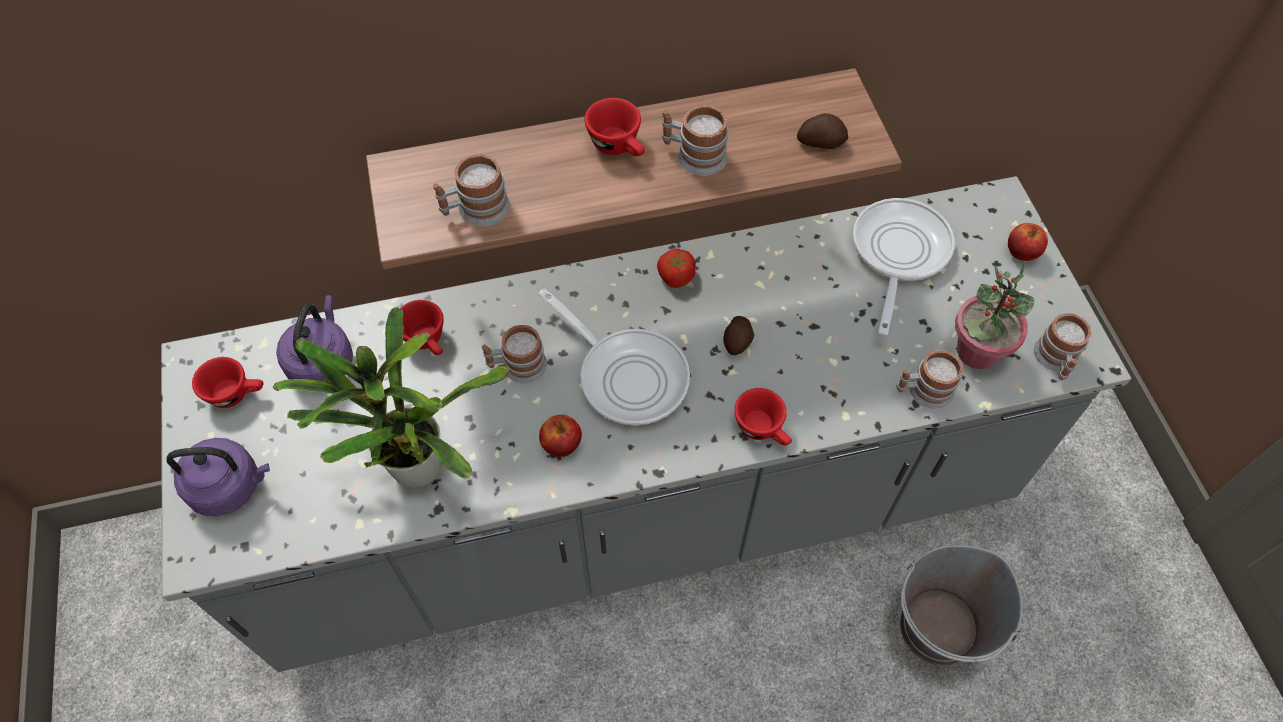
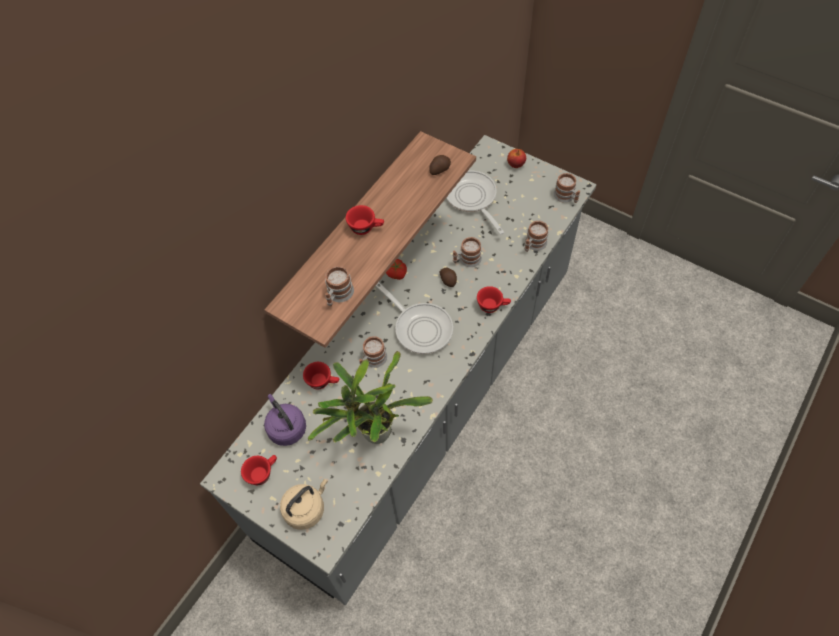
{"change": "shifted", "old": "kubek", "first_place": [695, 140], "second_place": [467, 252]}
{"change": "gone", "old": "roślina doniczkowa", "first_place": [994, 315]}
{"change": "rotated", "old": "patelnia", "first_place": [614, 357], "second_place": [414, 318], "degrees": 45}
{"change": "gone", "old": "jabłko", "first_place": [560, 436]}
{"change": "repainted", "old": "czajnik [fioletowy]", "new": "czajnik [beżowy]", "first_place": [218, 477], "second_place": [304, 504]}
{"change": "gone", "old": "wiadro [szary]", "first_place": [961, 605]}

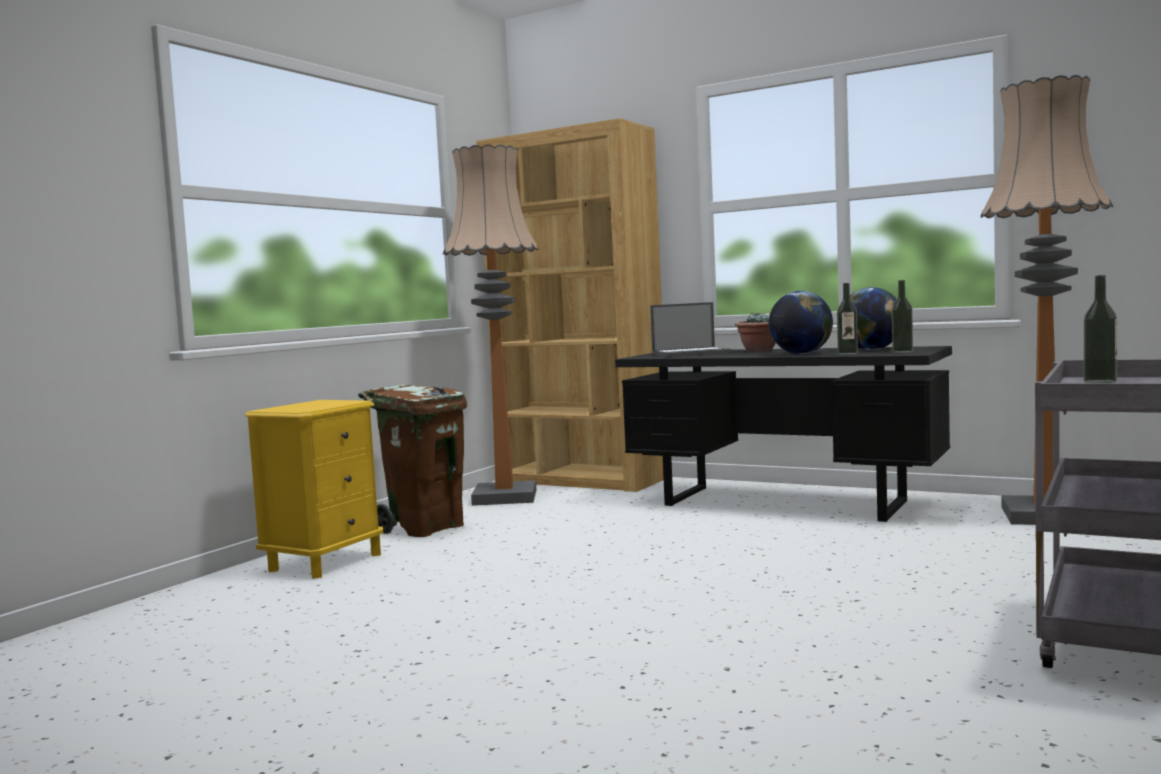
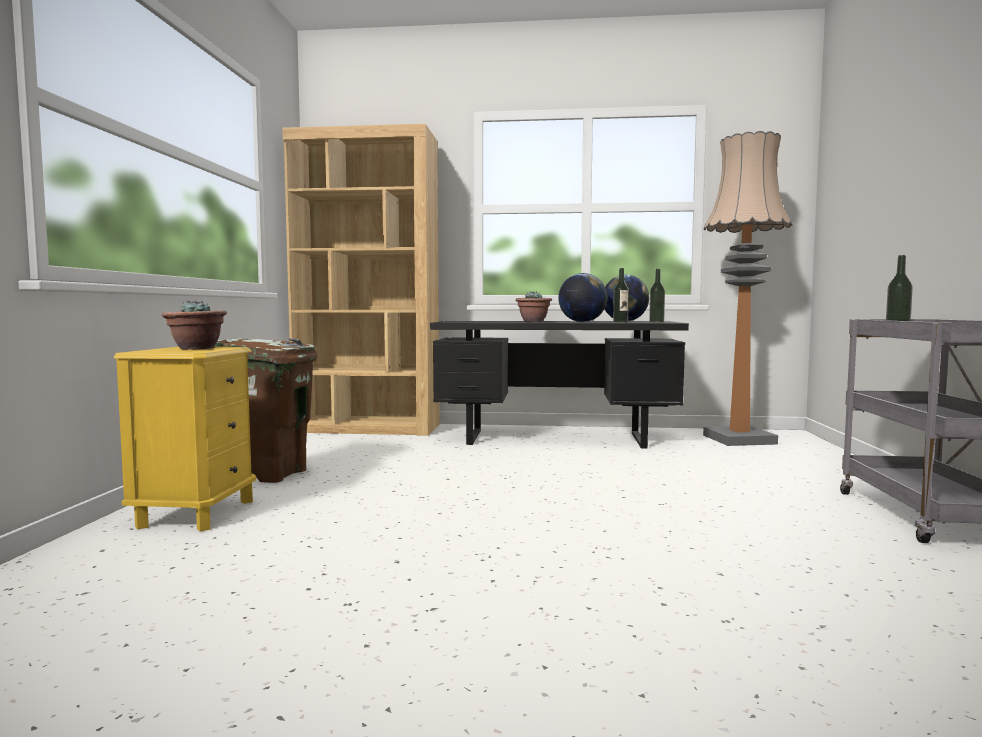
{"change": "gone", "old": "lampa stojąca", "first_place": [490, 325]}
{"change": "gone", "old": "laptop", "first_place": [691, 329]}
{"change": "new", "new": "roślina doniczkowa", "second_place": [194, 325]}

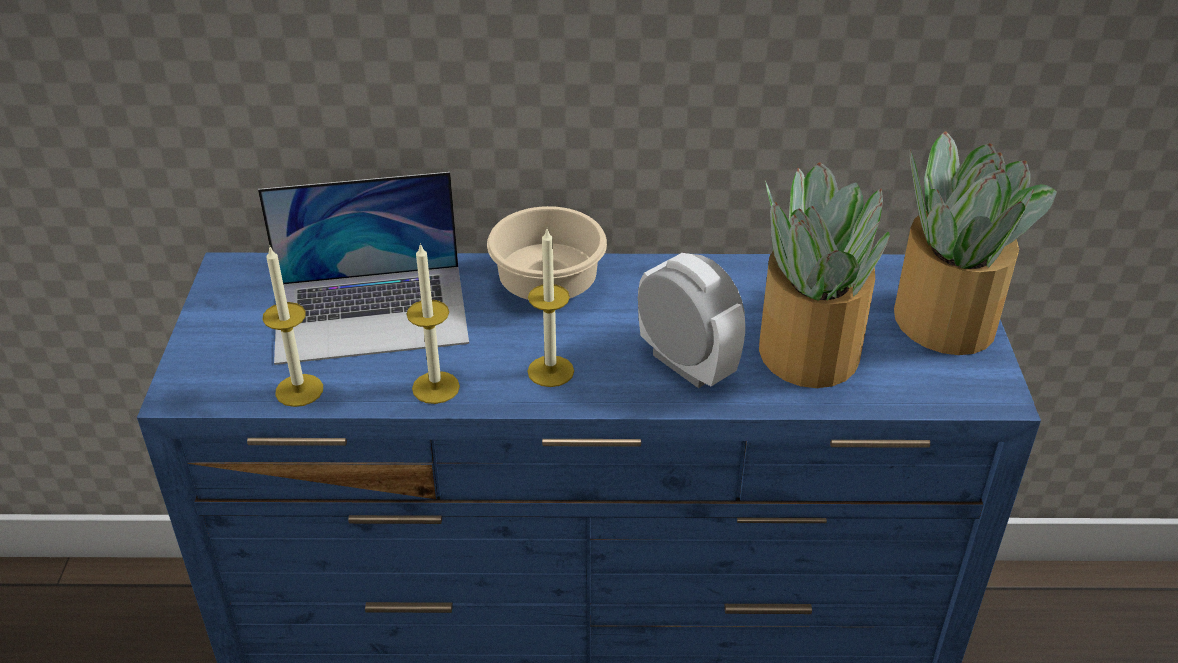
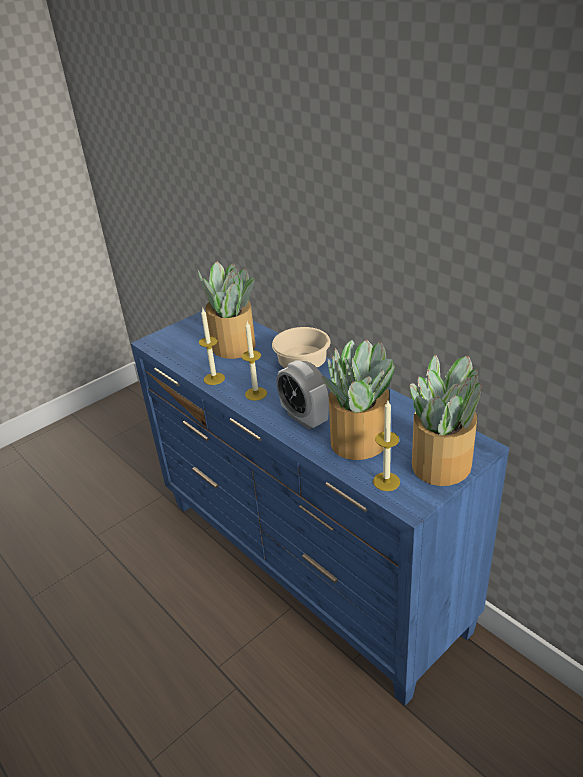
{"change": "swapped", "old": "laptop", "new": "roślina doniczkowa", "first_place": [363, 268], "second_place": [227, 310]}
{"change": "shifted", "old": "świeca", "first_place": [293, 327], "second_place": [386, 446]}
{"change": "rotated", "old": "budzik", "first_place": [691, 320], "second_place": [302, 395], "degrees": 135}

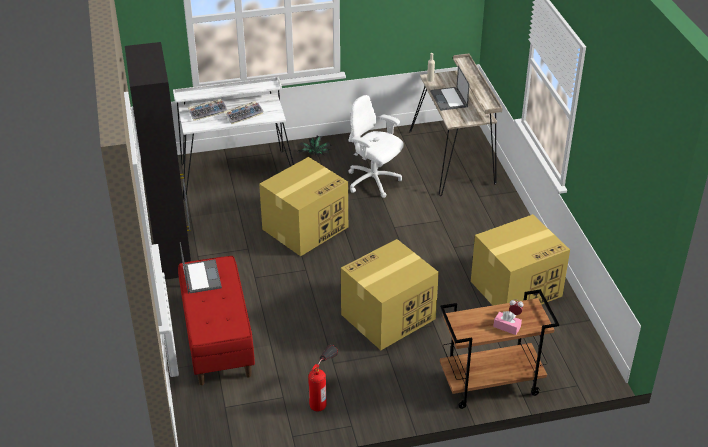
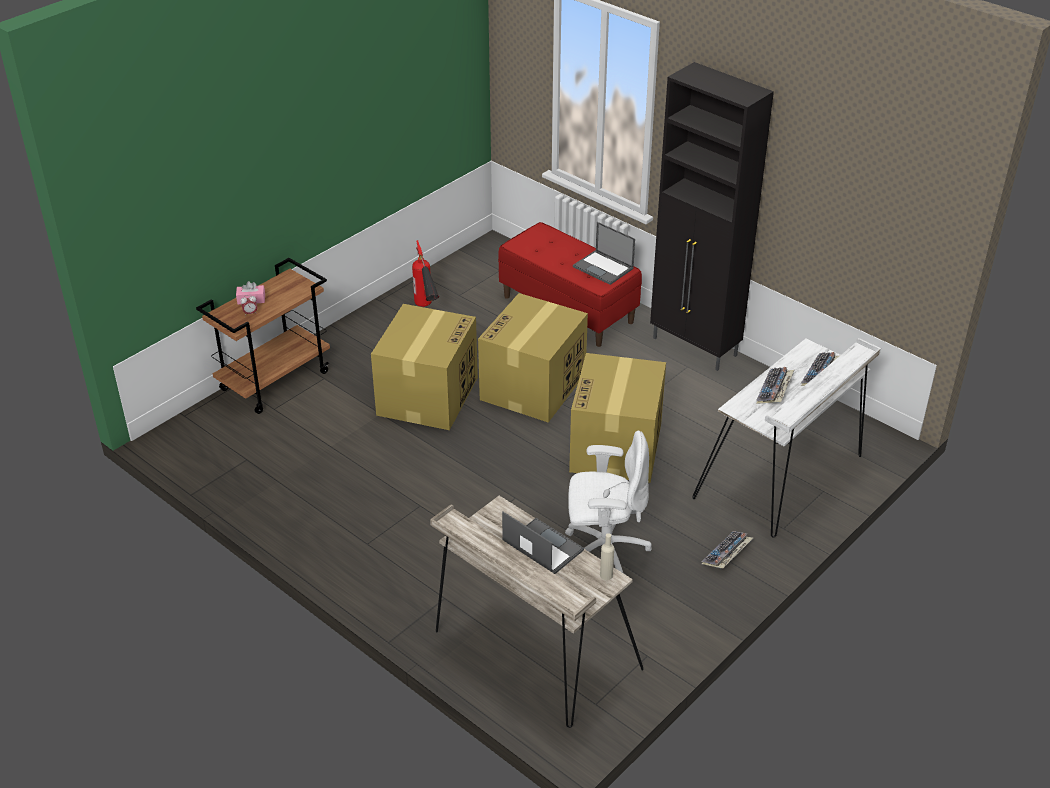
{"change": "swapped", "old": "roślina doniczkowa", "new": "klawiatura", "first_place": [314, 145], "second_place": [727, 550]}
{"change": "shifted", "old": "karton", "first_place": [520, 260], "second_place": [533, 357]}

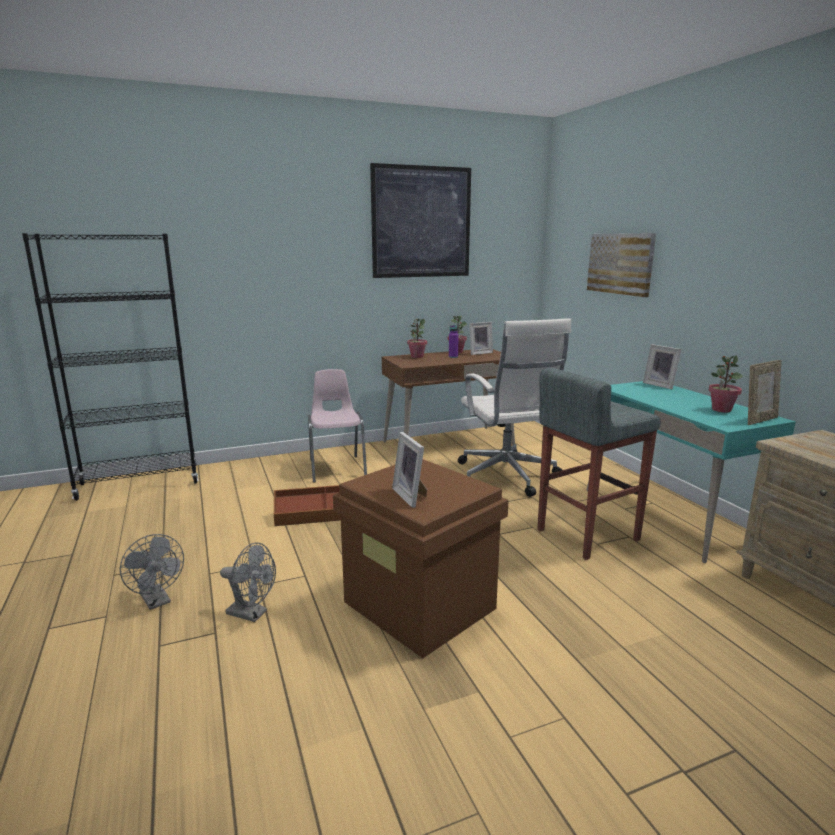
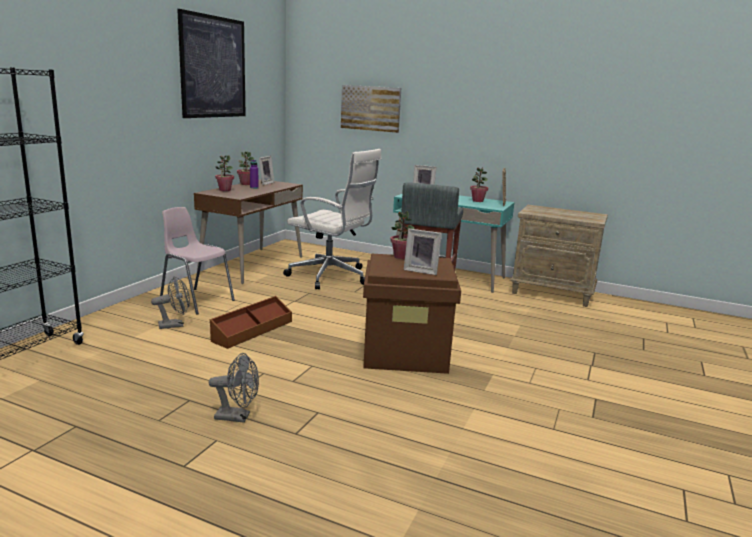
{"change": "shifted", "old": "wentylator [szary]", "first_place": [248, 582], "second_place": [170, 303]}
{"change": "new", "new": "roślina doniczkowa", "second_place": [402, 235]}

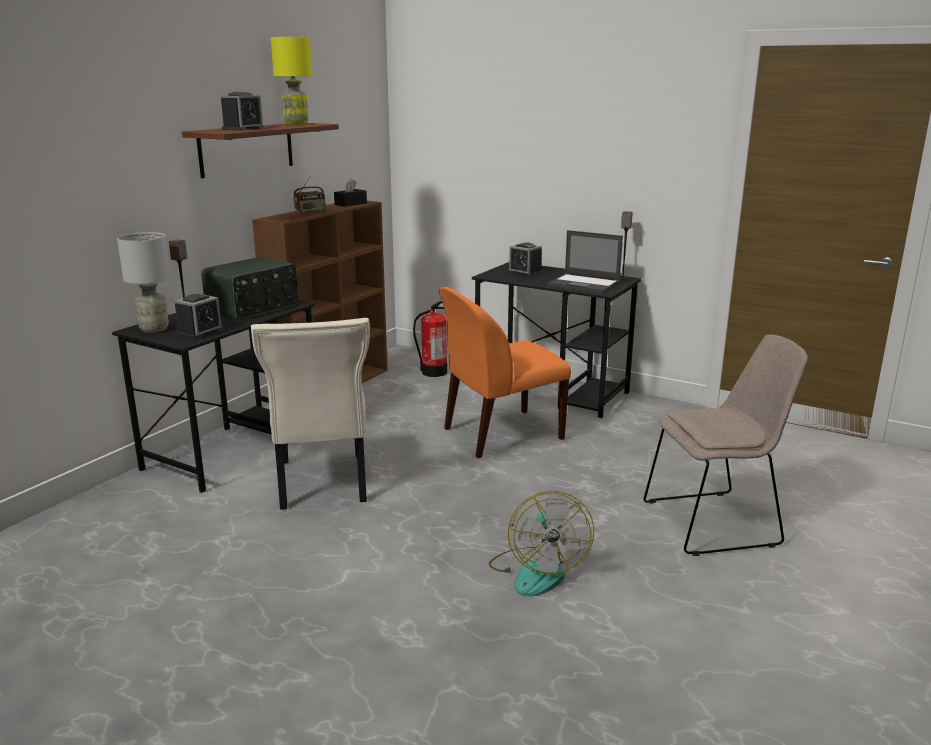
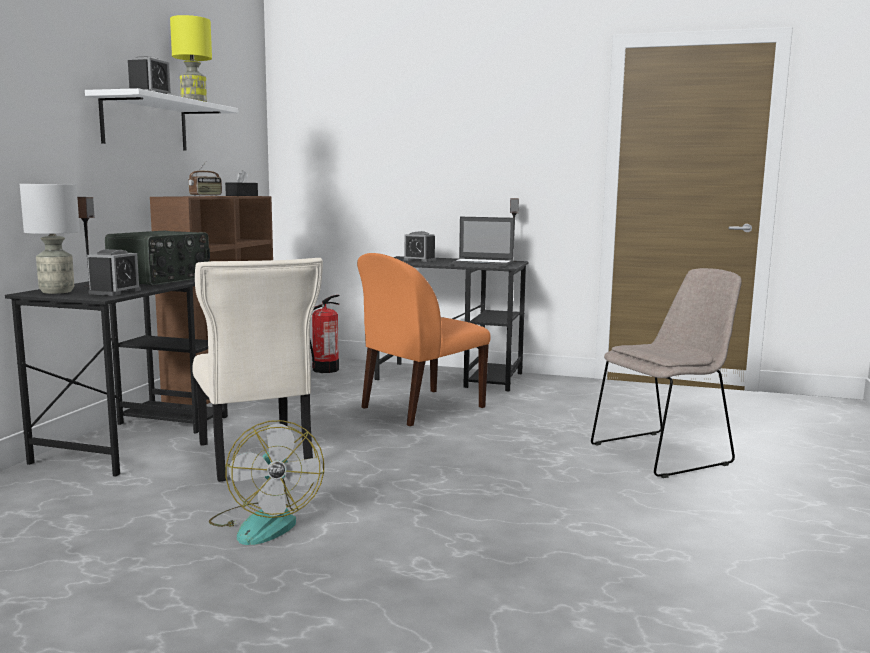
{"change": "repainted", "old": "półka [brązowy]", "new": "półka [biały]", "first_place": [260, 150], "second_place": [161, 119]}
{"change": "shifted", "old": "wentylator", "first_place": [541, 544], "second_place": [266, 482]}

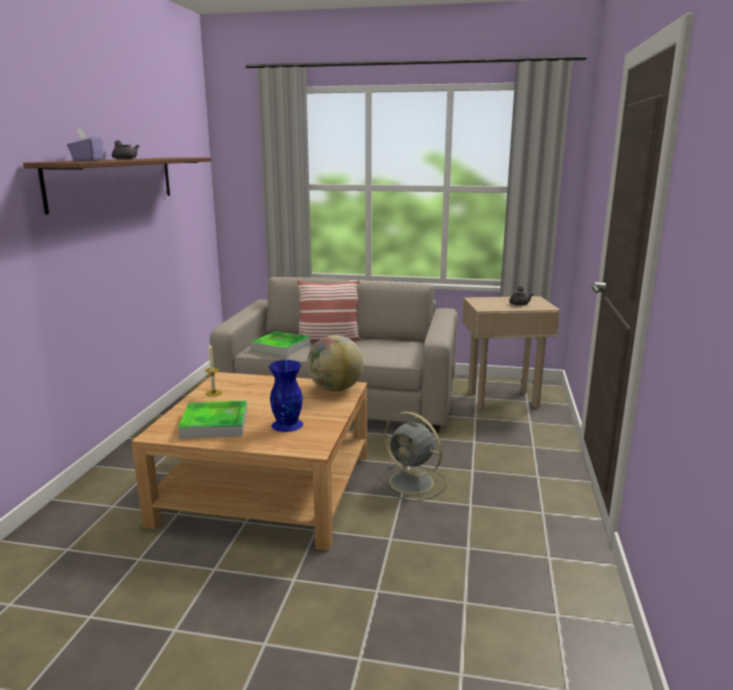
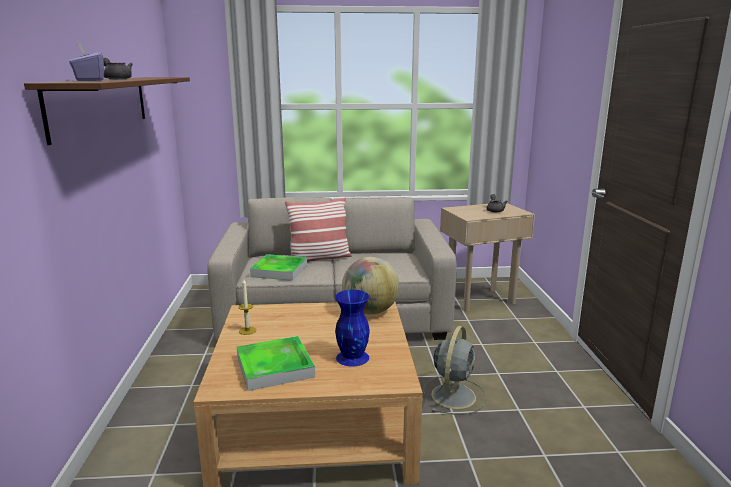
{"change": "rotated", "old": "wentylator [szary]", "first_place": [412, 456], "second_place": [454, 370], "degrees": -90}

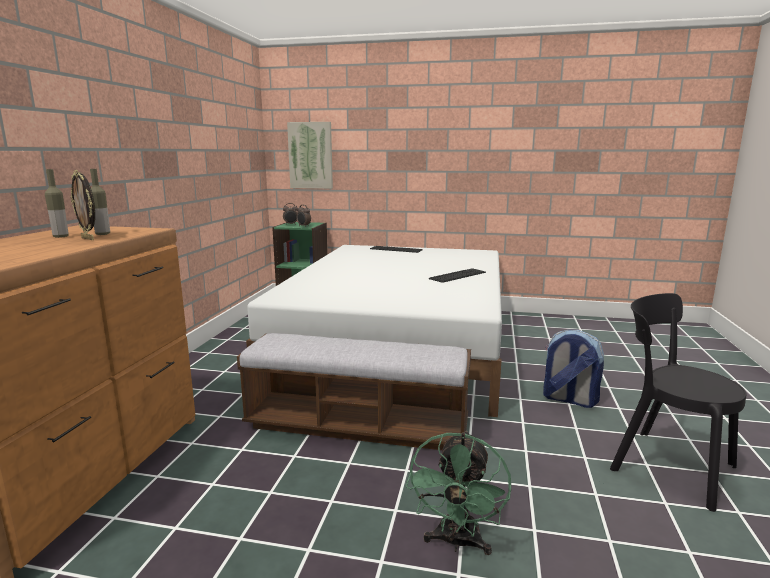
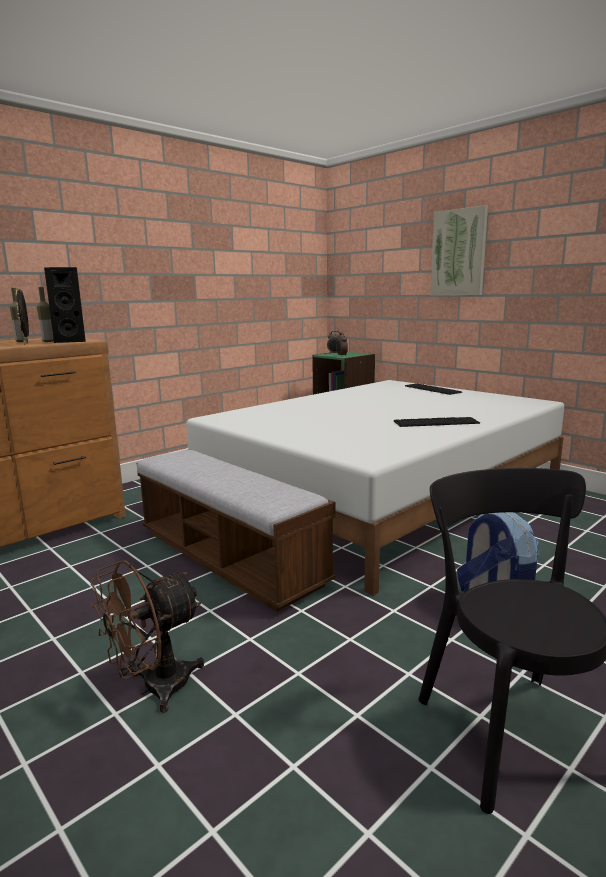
{"change": "shifted", "old": "obraz", "first_place": [310, 155], "second_place": [459, 250]}
{"change": "repainted", "old": "wentylator [zielony]", "new": "wentylator [brązowy]", "first_place": [458, 493], "second_place": [147, 636]}
{"change": "new", "new": "głośnik [czarny]", "second_place": [65, 305]}

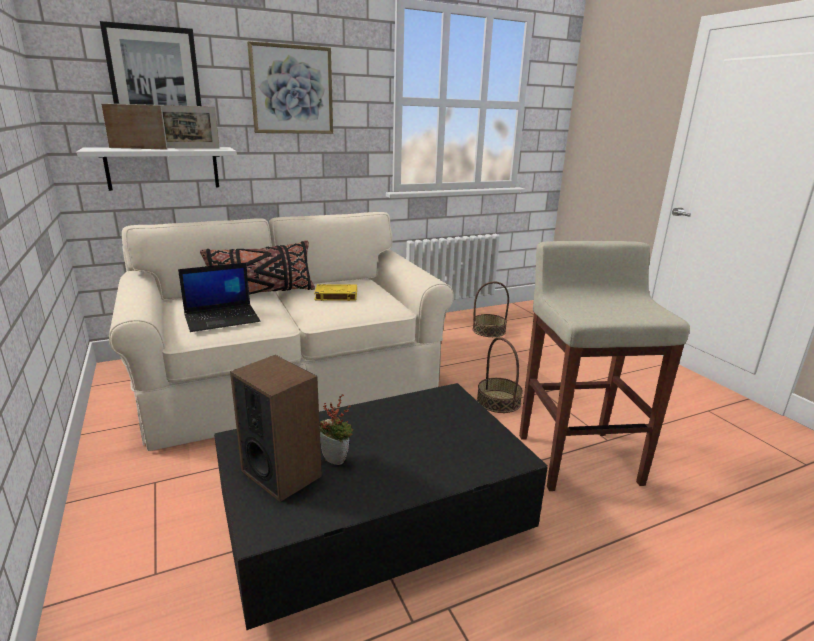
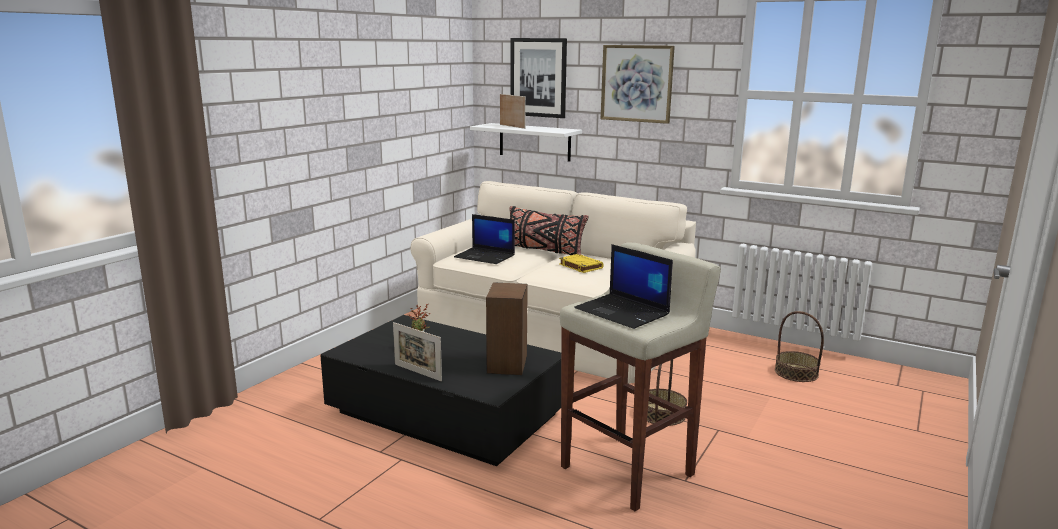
{"change": "shifted", "old": "ramka na zdjęcie", "first_place": [190, 127], "second_place": [417, 351]}
{"change": "shifted", "old": "głośnik", "first_place": [276, 428], "second_place": [507, 328]}
{"change": "new", "new": "laptop", "second_place": [623, 286]}

